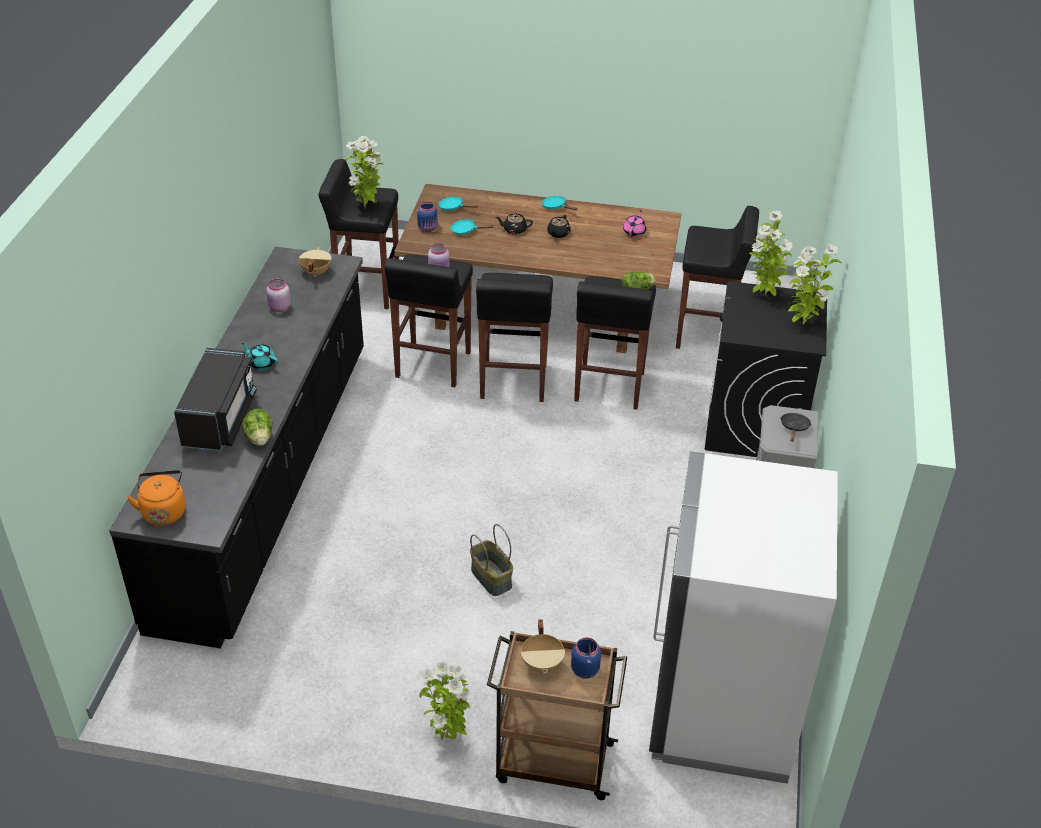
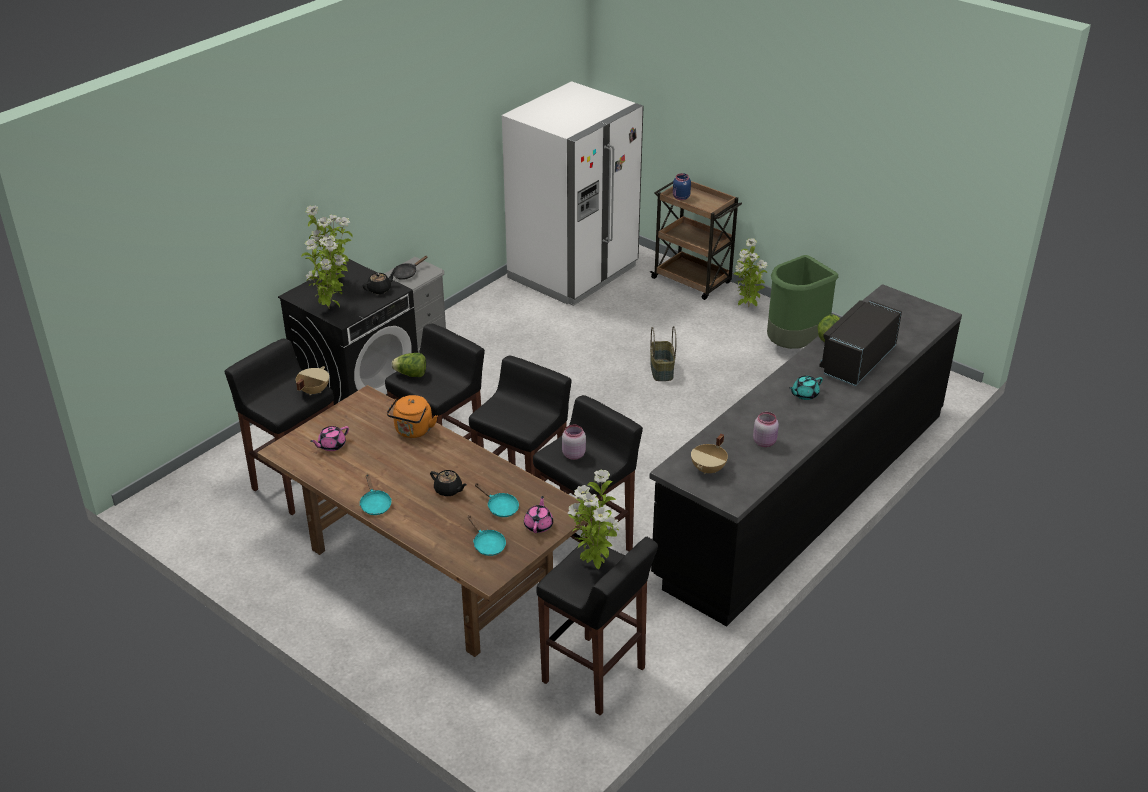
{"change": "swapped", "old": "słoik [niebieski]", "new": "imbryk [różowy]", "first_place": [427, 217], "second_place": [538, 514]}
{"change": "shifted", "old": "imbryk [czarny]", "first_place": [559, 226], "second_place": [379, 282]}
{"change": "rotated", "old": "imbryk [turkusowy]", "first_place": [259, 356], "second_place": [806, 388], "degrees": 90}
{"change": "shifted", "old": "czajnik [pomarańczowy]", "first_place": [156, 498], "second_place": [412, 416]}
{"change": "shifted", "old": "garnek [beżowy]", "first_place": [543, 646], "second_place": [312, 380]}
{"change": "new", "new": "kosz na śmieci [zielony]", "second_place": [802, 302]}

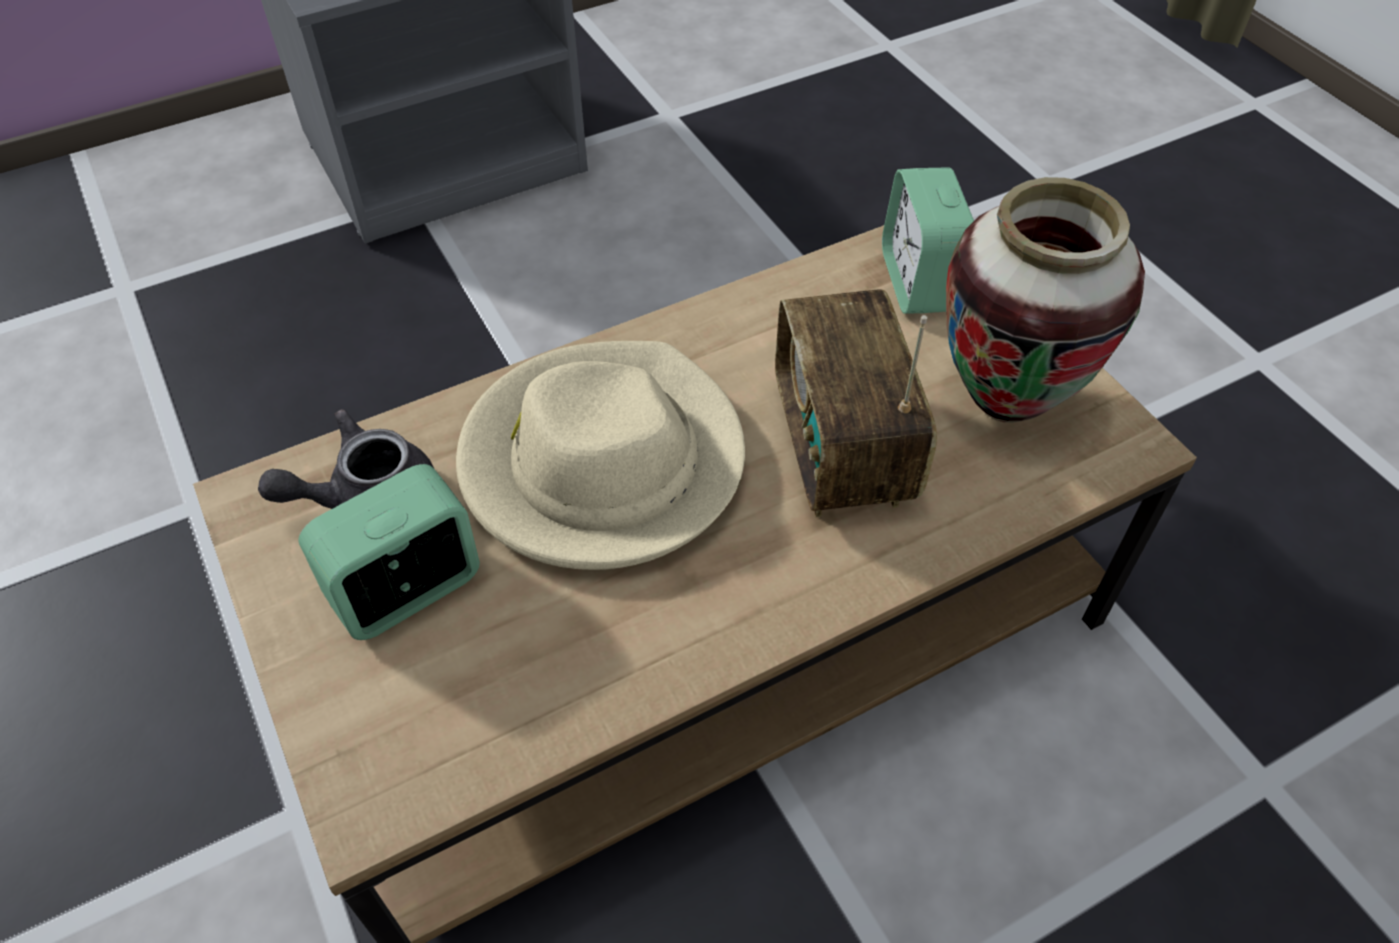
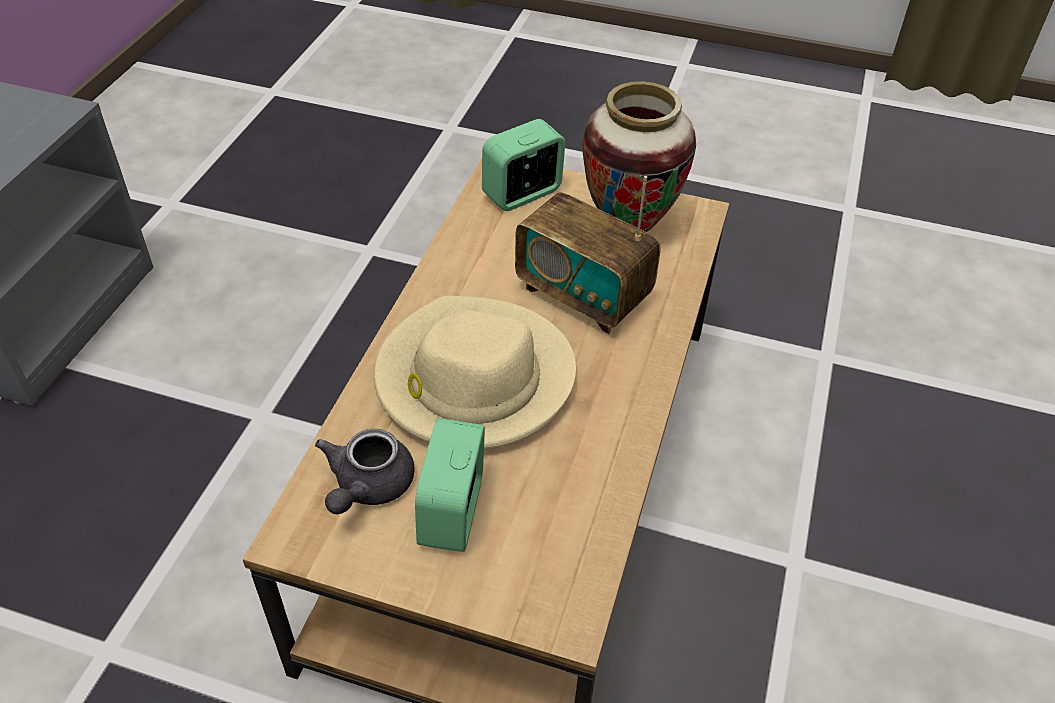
{"change": "rotated", "old": "budzik", "first_place": [928, 240], "second_place": [523, 165], "degrees": 105}

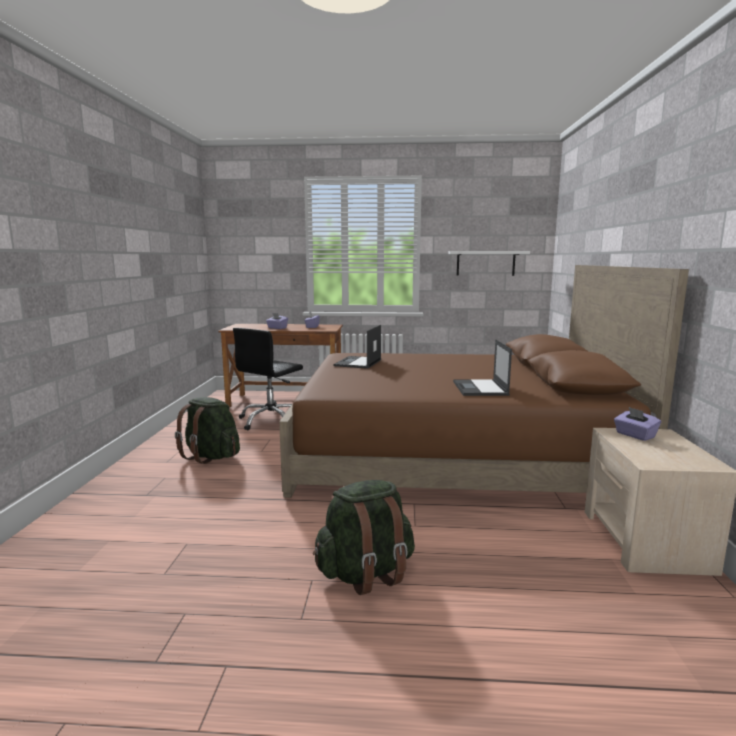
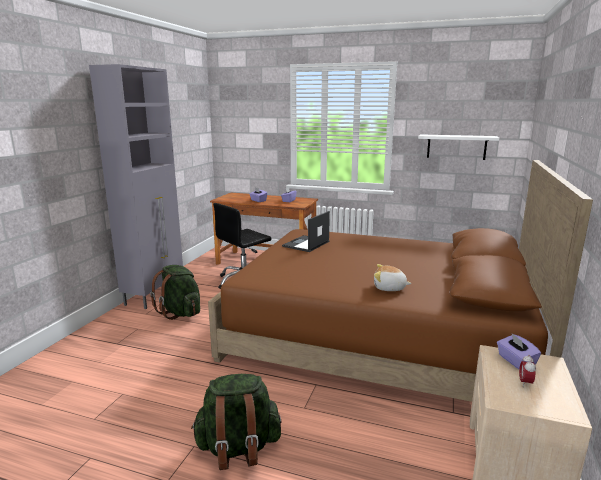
{"change": "swapped", "old": "laptop", "new": "pluszak", "first_place": [482, 368], "second_place": [393, 277]}
{"change": "new", "new": "szafka [szary]", "second_place": [136, 186]}
{"change": "new", "new": "budzik", "second_place": [527, 370]}

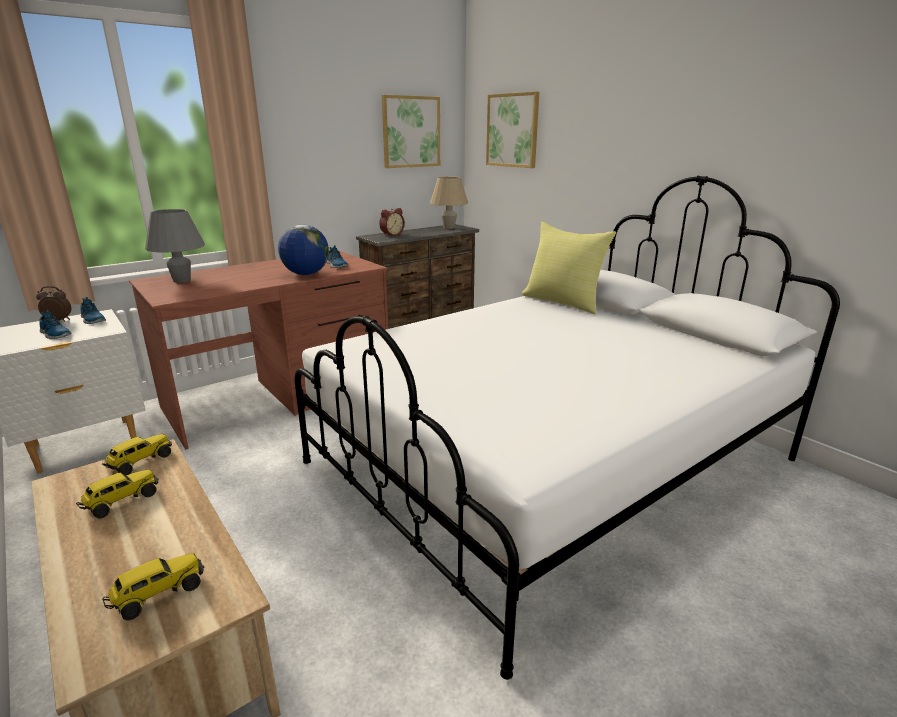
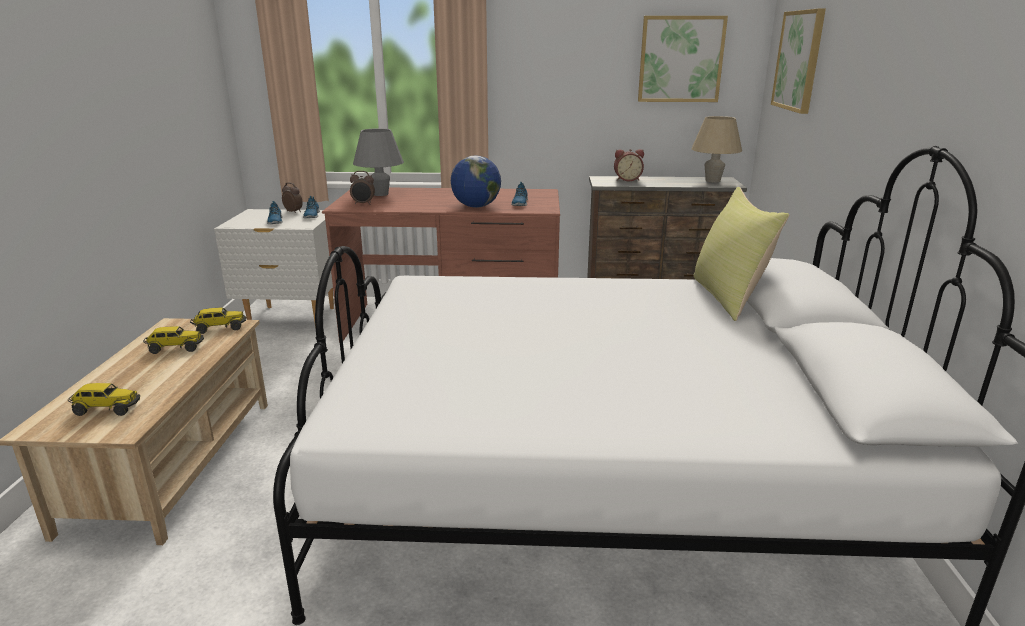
{"change": "new", "new": "budzik", "second_place": [362, 188]}

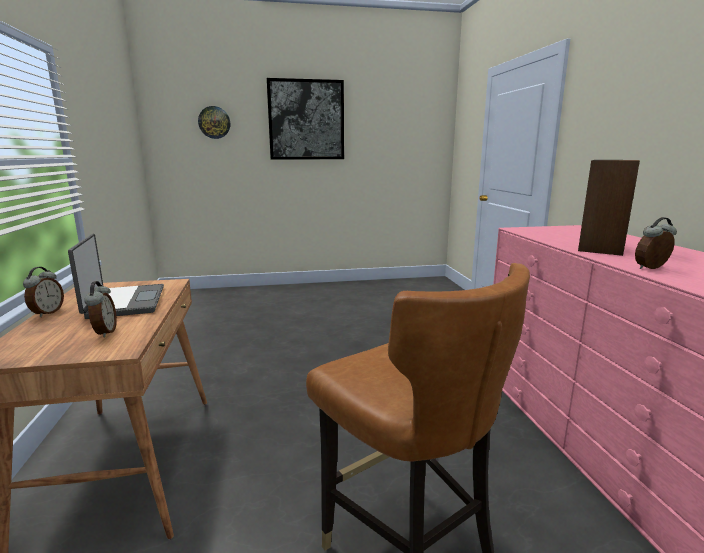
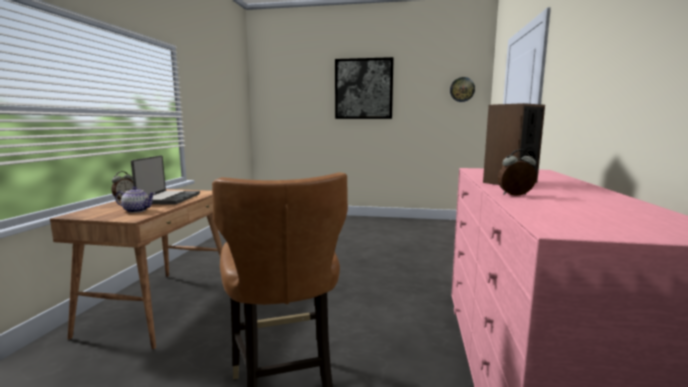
{"change": "shifted", "old": "zegar ścienny", "first_place": [214, 122], "second_place": [462, 89]}
{"change": "swapped", "old": "budzik", "new": "imbryk", "first_place": [100, 309], "second_place": [135, 200]}

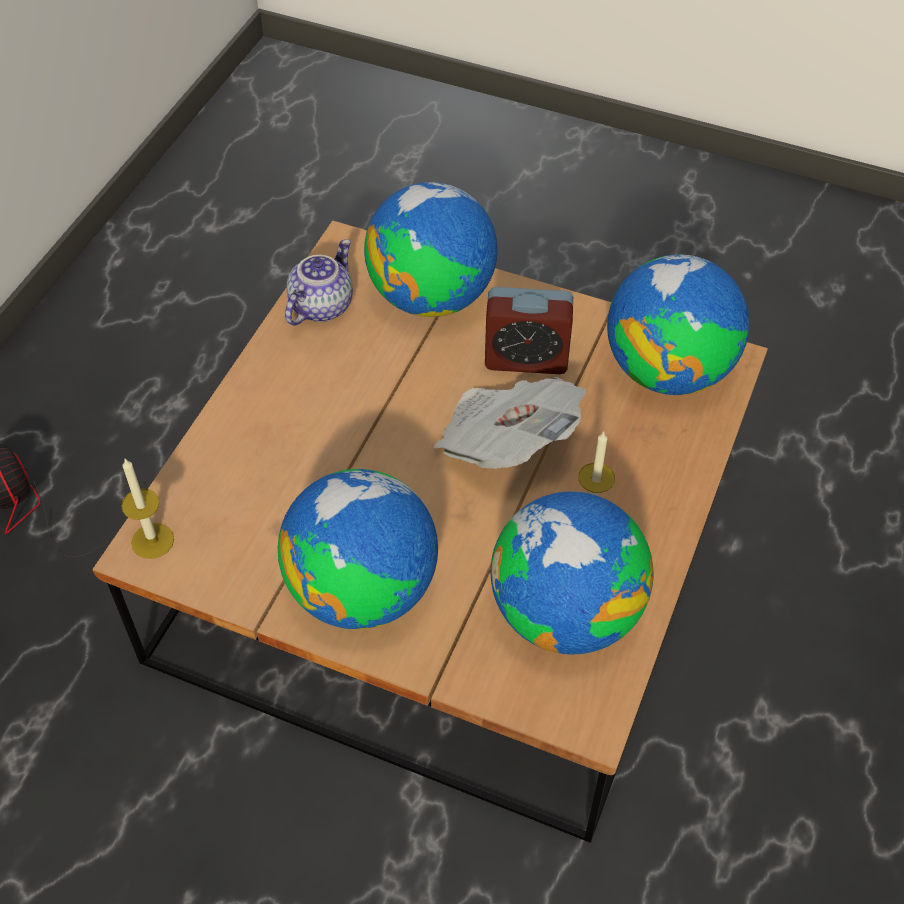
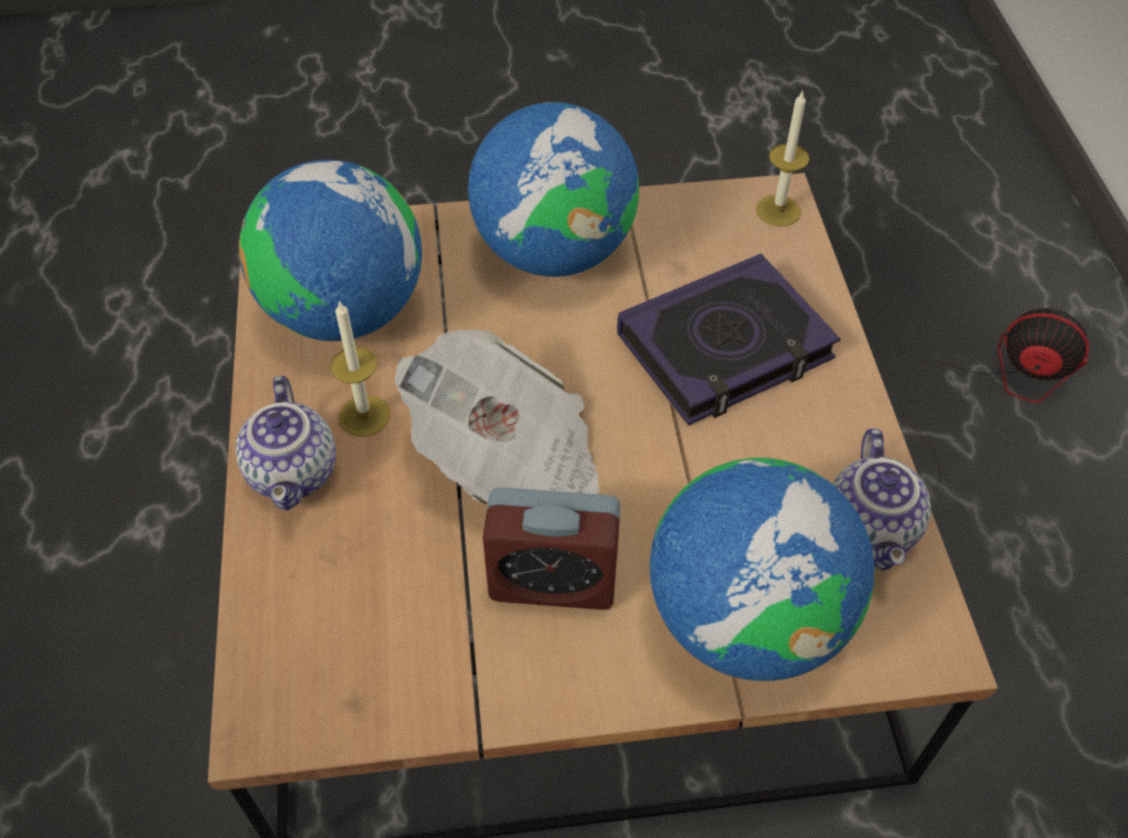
{"change": "gone", "old": "globus", "first_place": [678, 324]}
{"change": "rotated", "old": "budzik", "first_place": [529, 330], "second_place": [552, 548], "degrees": -150}
{"change": "new", "new": "książka", "second_place": [728, 340]}
{"change": "new", "new": "imbryk", "second_place": [286, 443]}

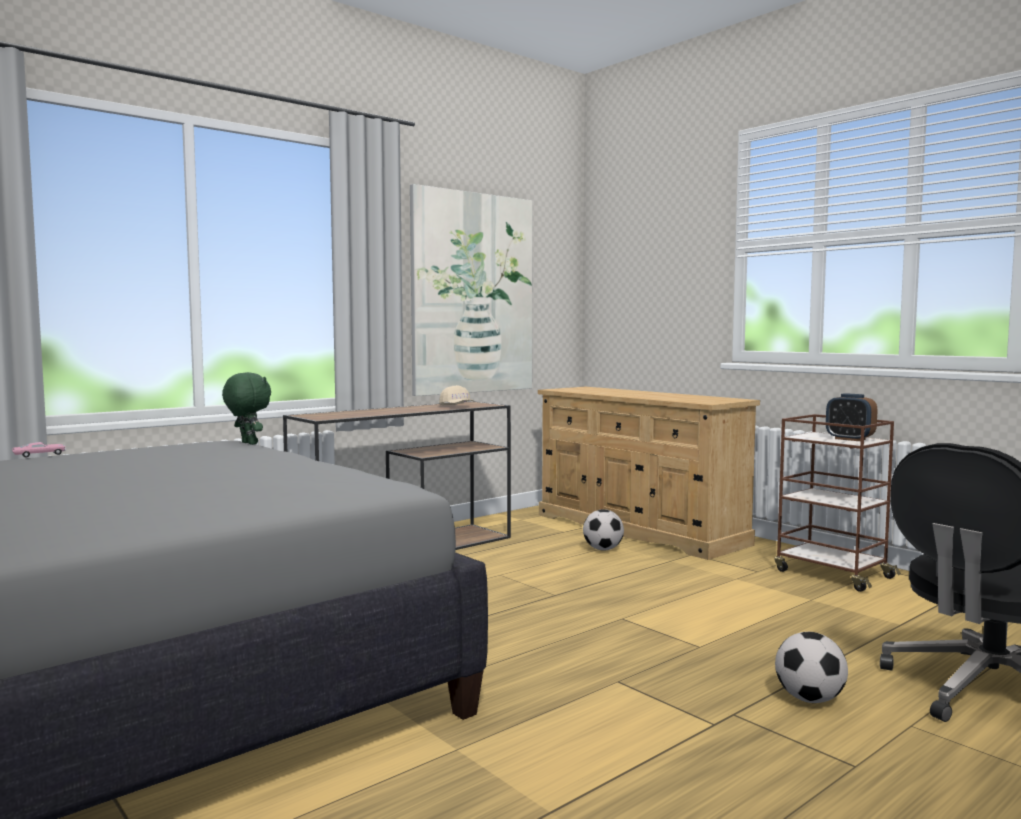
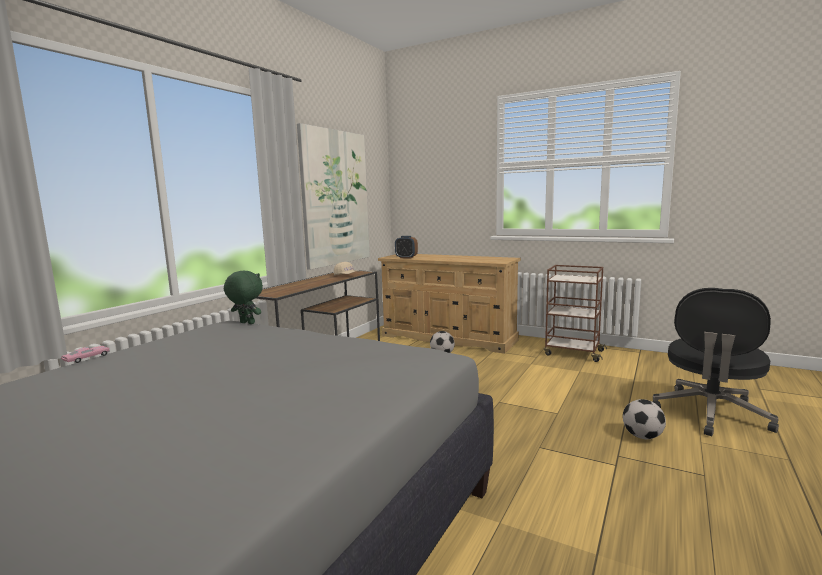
{"change": "shifted", "old": "budzik", "first_place": [851, 417], "second_place": [406, 247]}

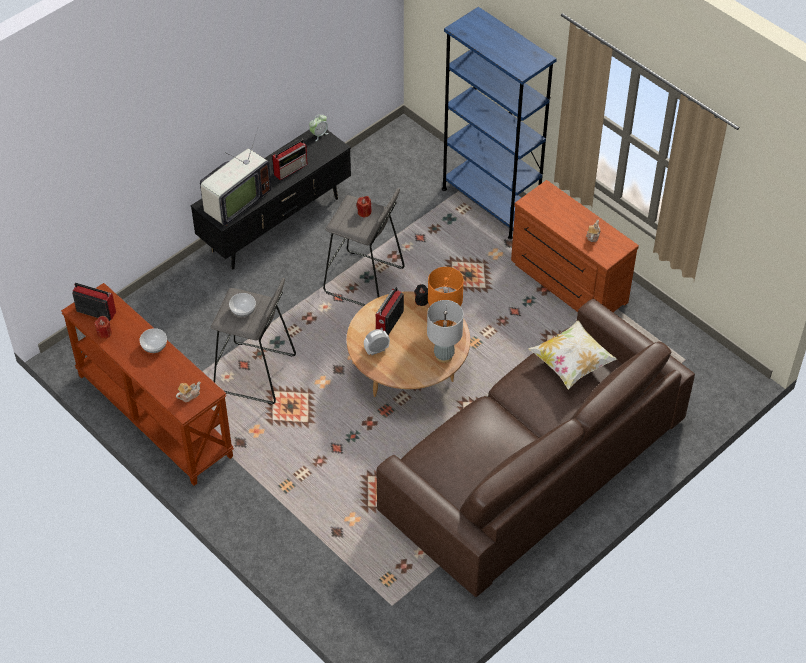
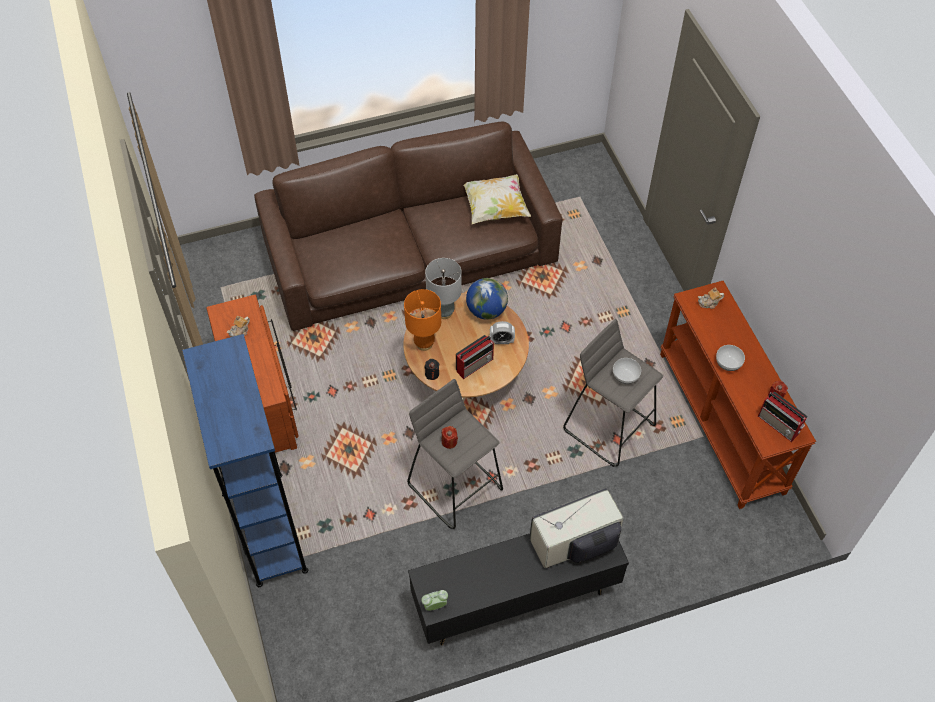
{"change": "gone", "old": "radio", "first_place": [290, 159]}
{"change": "shifted", "old": "poduszka", "first_place": [573, 355], "second_place": [497, 199]}
{"change": "new", "new": "globus", "second_place": [487, 299]}

